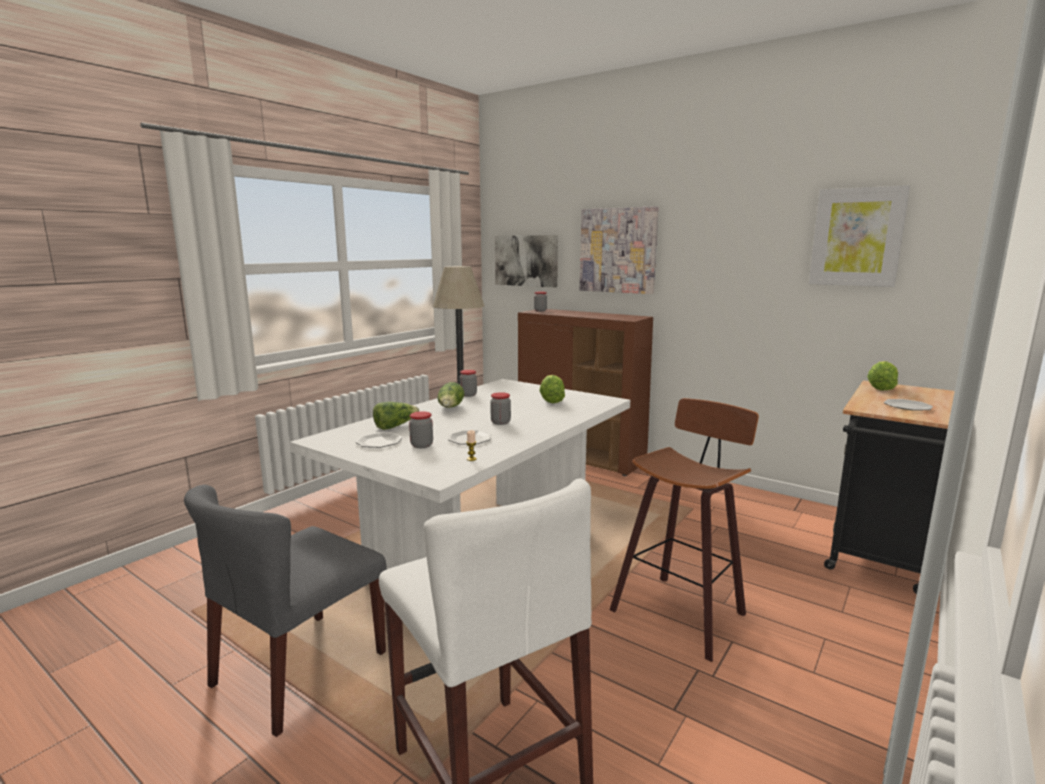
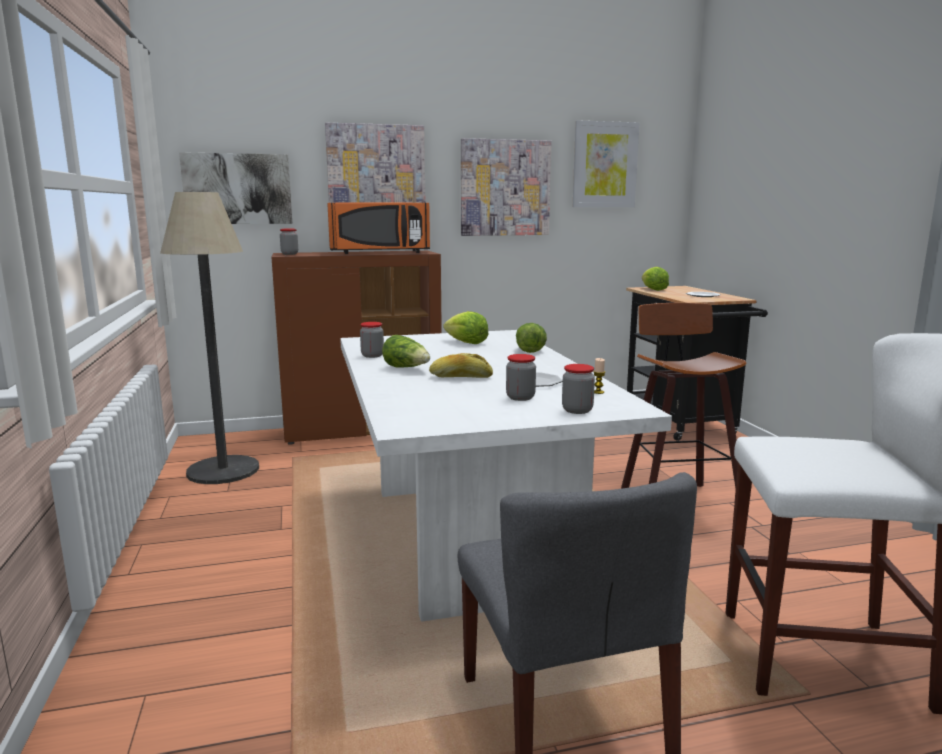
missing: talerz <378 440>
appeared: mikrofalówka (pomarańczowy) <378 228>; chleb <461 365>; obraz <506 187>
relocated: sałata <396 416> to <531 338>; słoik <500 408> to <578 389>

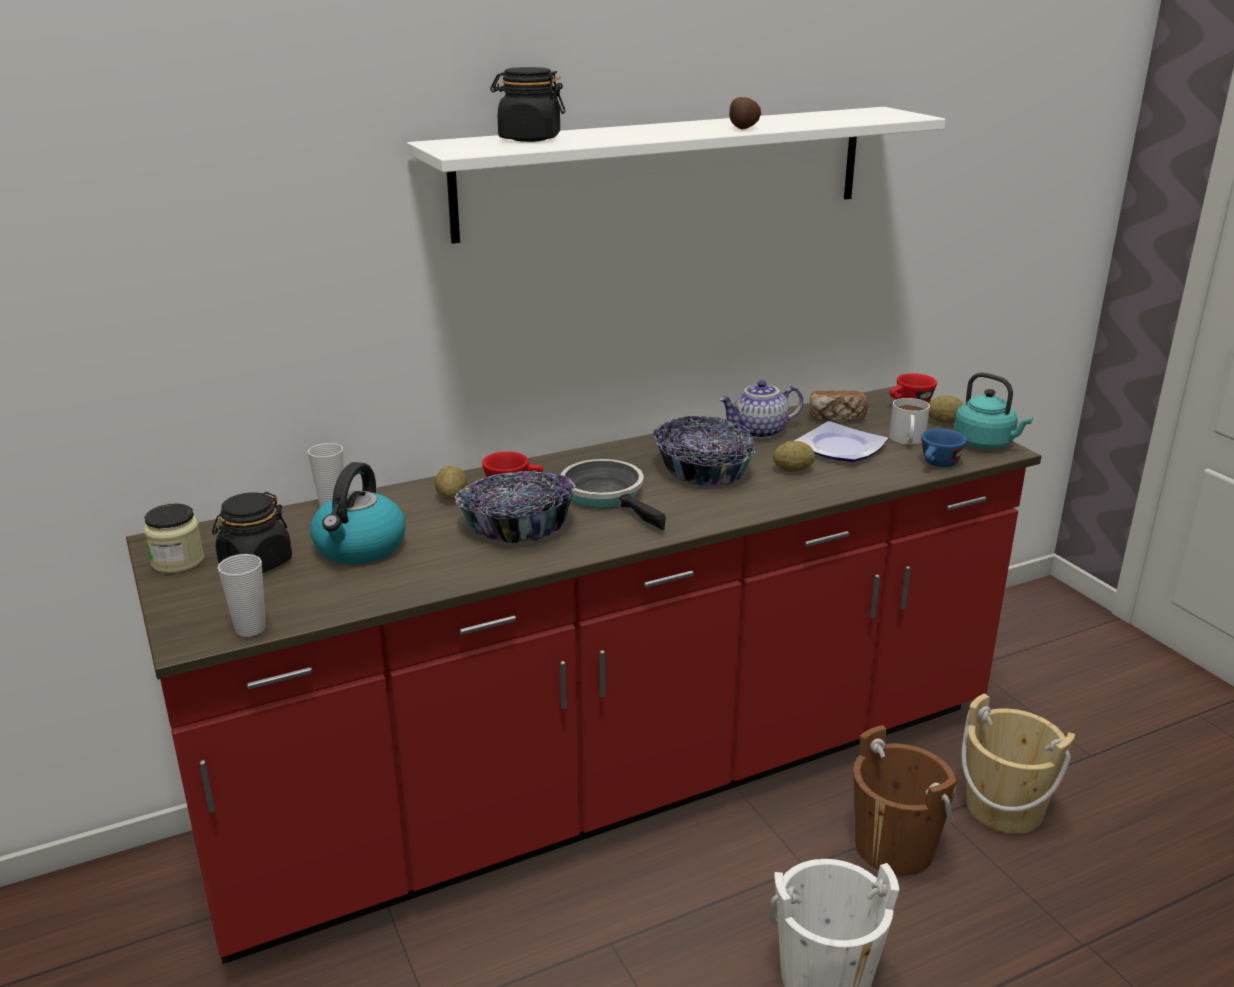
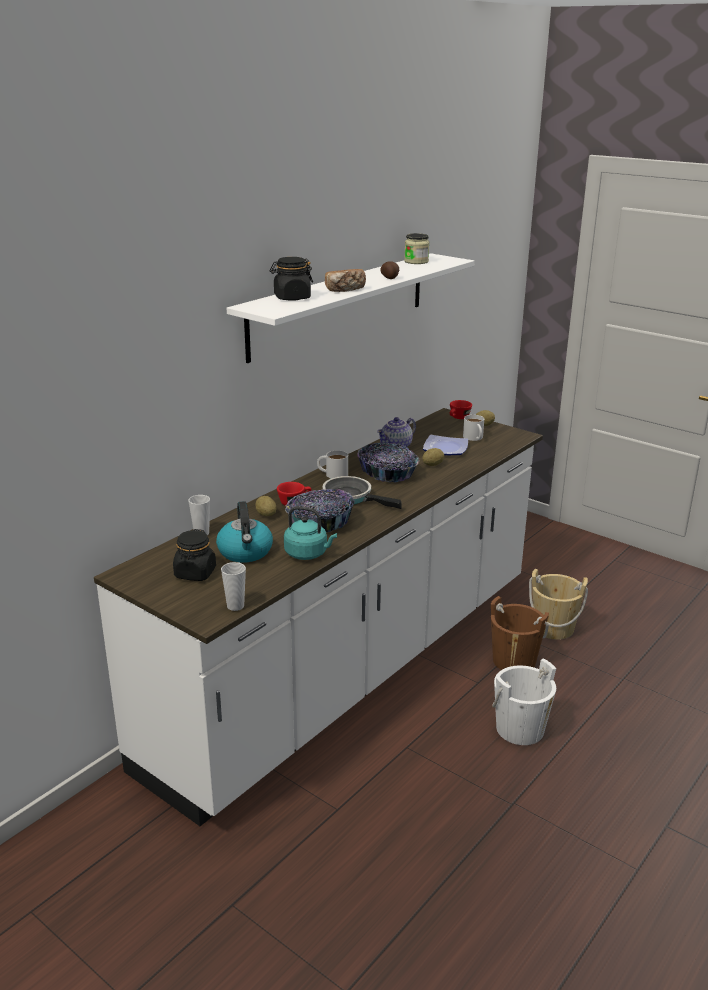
missing: filiżanka (niebieski) <944 448>
appeared: kubek (biały) <332 464>
relocated: słoik <174 538> to <416 248>; chleb <838 406> to <345 280>; czajnik (turkusowy) <993 410> to <310 533>
colour: zabudowa kuchenna (czerwony) <584 675> to zabudowa kuchenna (biały) <318 617>

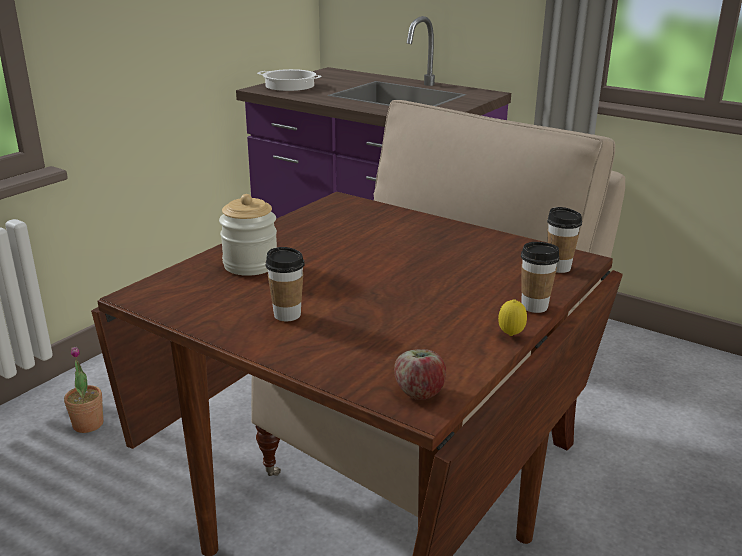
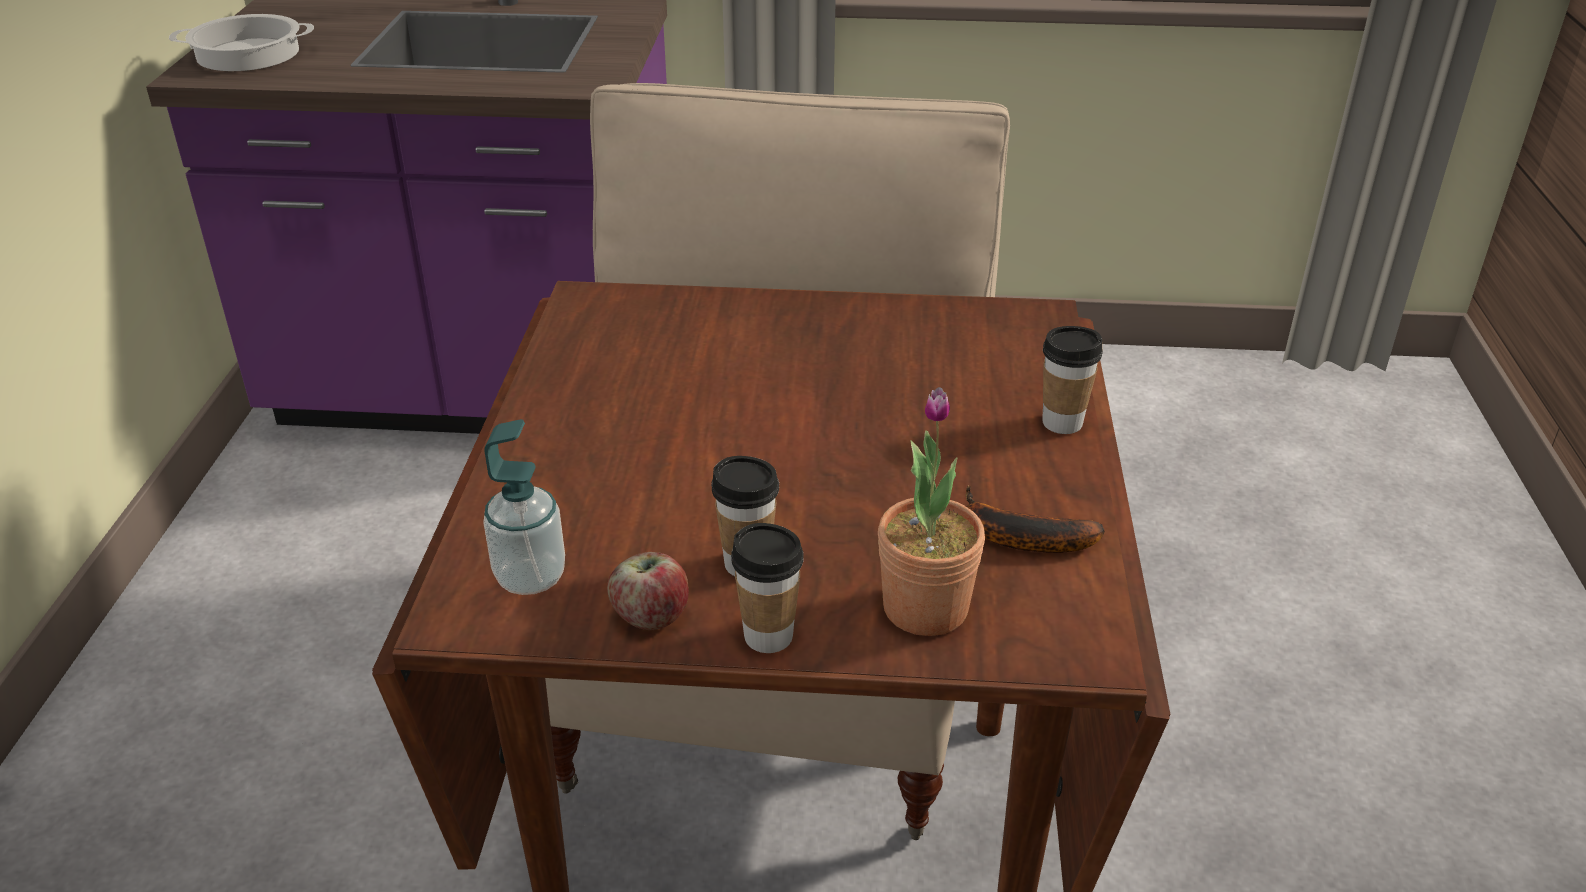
missing: słoik <248 235>; cytryna <512 317>
appeared: dozownik mydła <524 507>; banan <1035 519>
relocated: roślina doniczkowa <83 389> to <931 511>; jabłko <420 374> to <648 591>; filiżanka <564 240> to <767 588>

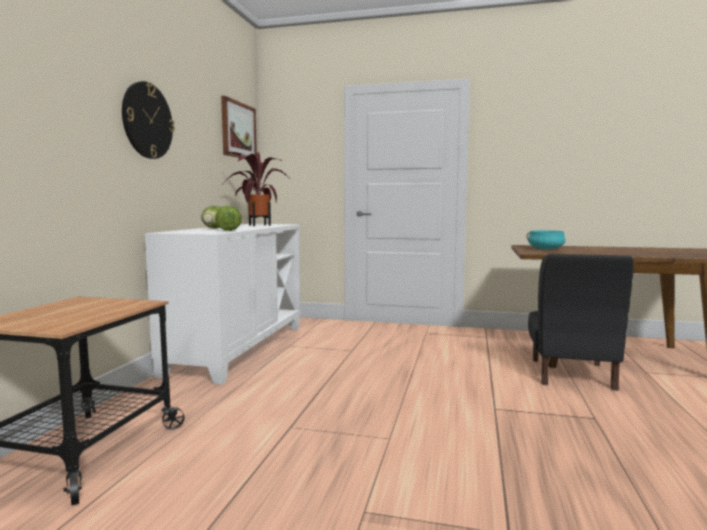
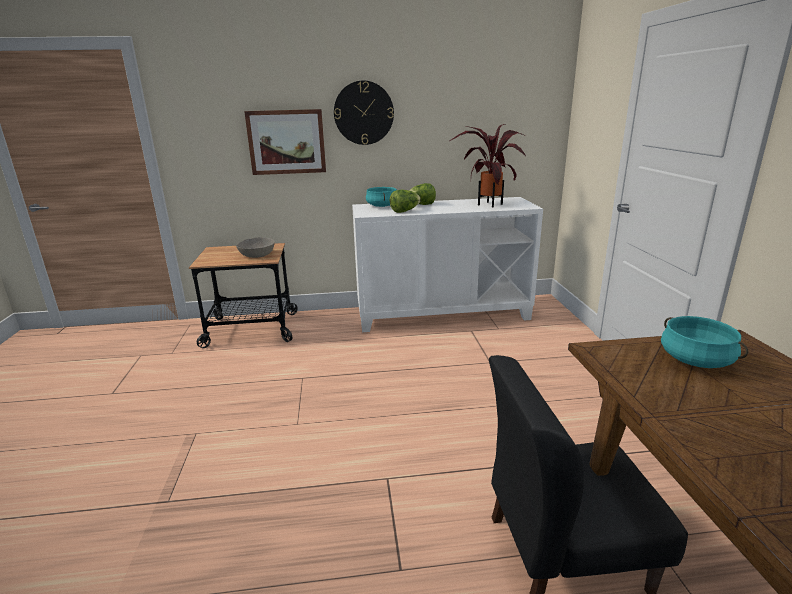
appeared: miska (szary) <255 247>; garnek (turkusowy) <381 197>
relocated: obraz <239 127> to <285 142>

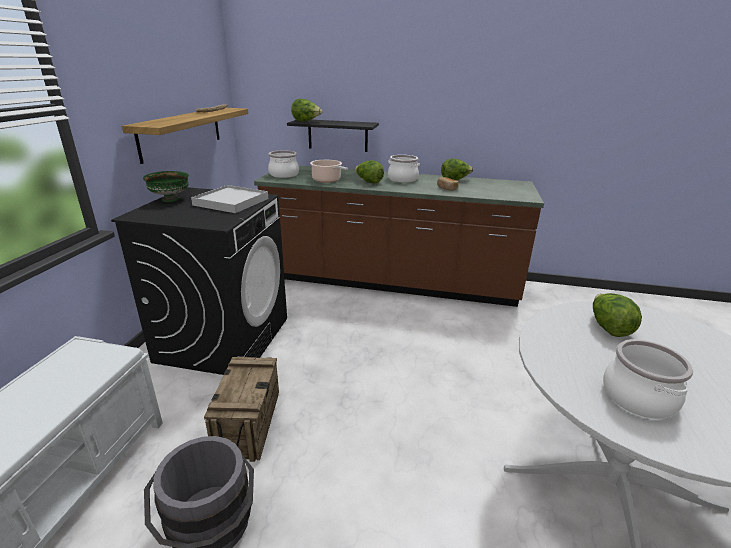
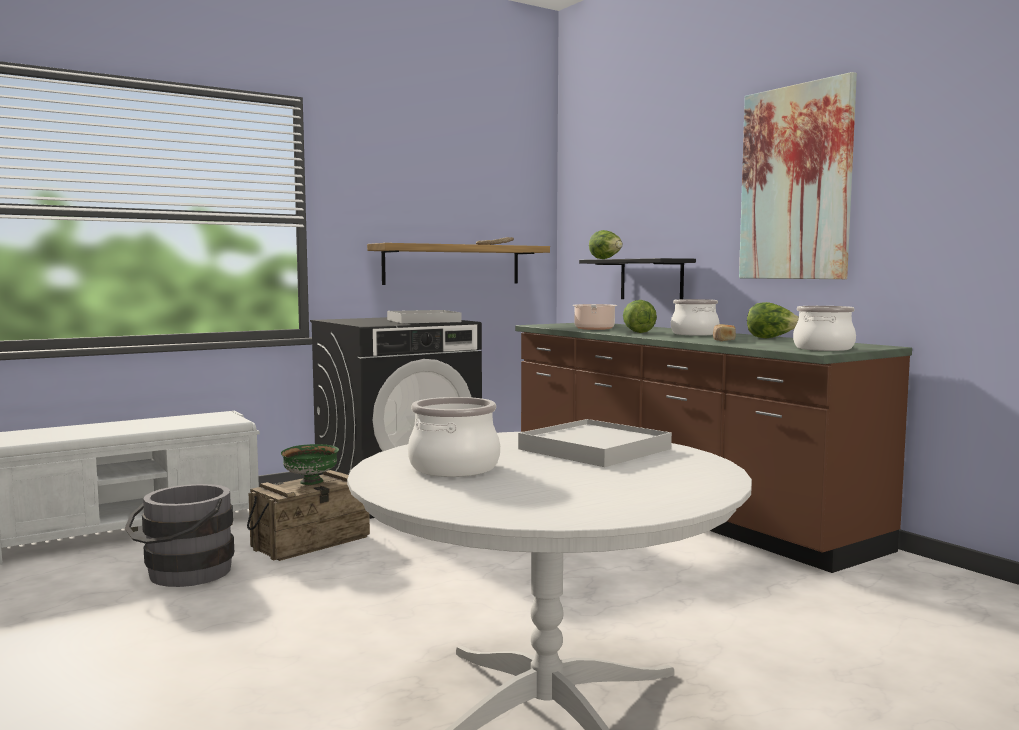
appeared: obraz <798 175>
relocated: miska (zielony) <166 186> to <310 464>; garnek <283 164> to <824 328>
exchanged: sałata <617 315> to taca (biały) <595 443>

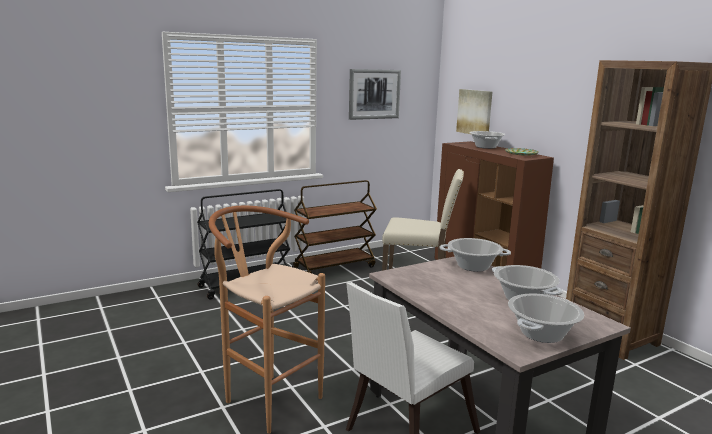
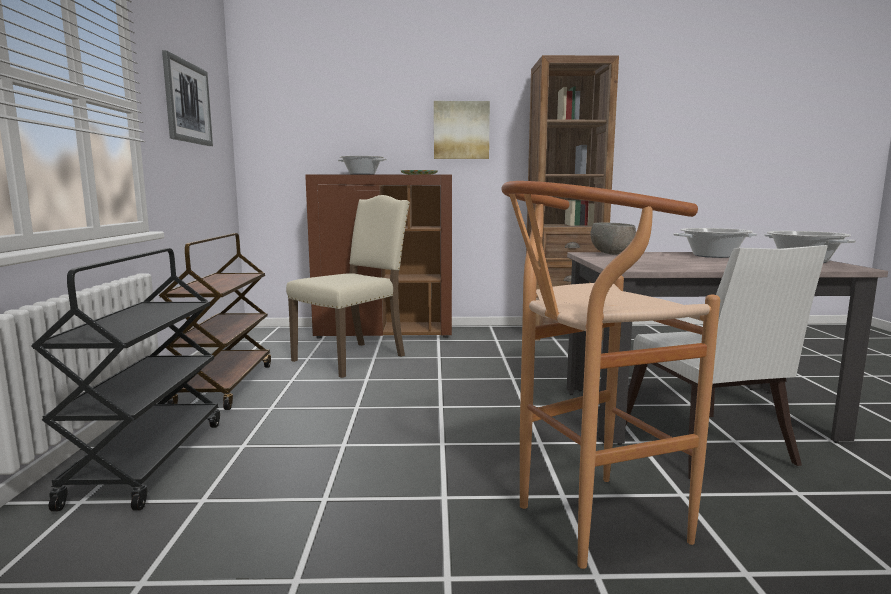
relocated: obraz <474 111> to <462 130>
exchanged: garnek <475 255> to miska (szary) <613 238>

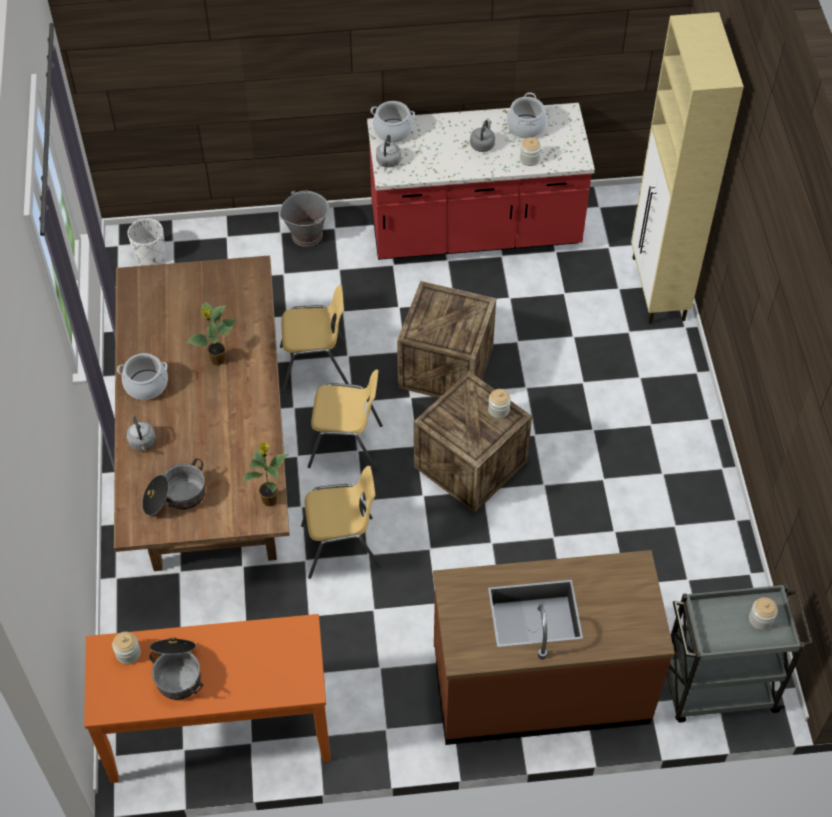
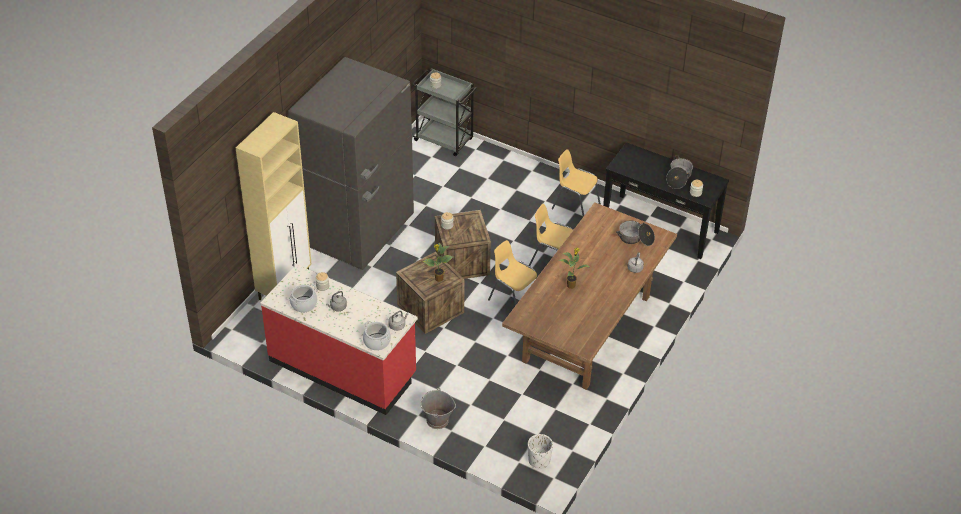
missing: garnek <142 376>; zabudowa kuchenna (brązowy) <554 647>
appeared: lodówka (szary) <351 163>
relocated: roślina doniczkowa <265 474> to <437 262>; krzesło (żółty) <314 338> to <576 183>
colour: stolik konsolowy (pomarańczowy) <207 698> to stolik konsolowy (czarny) <666 200>

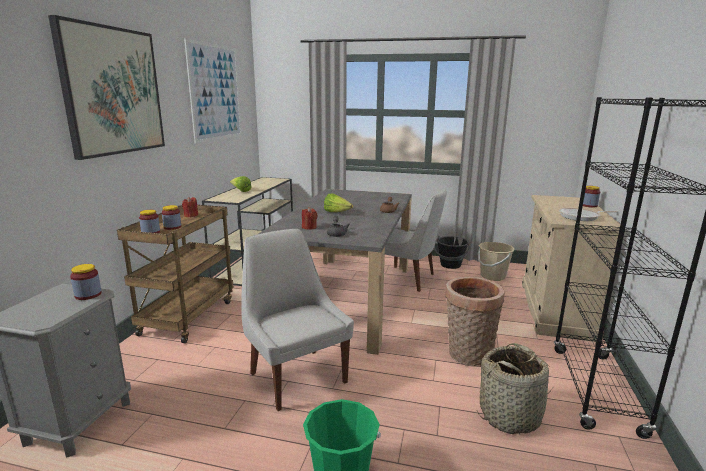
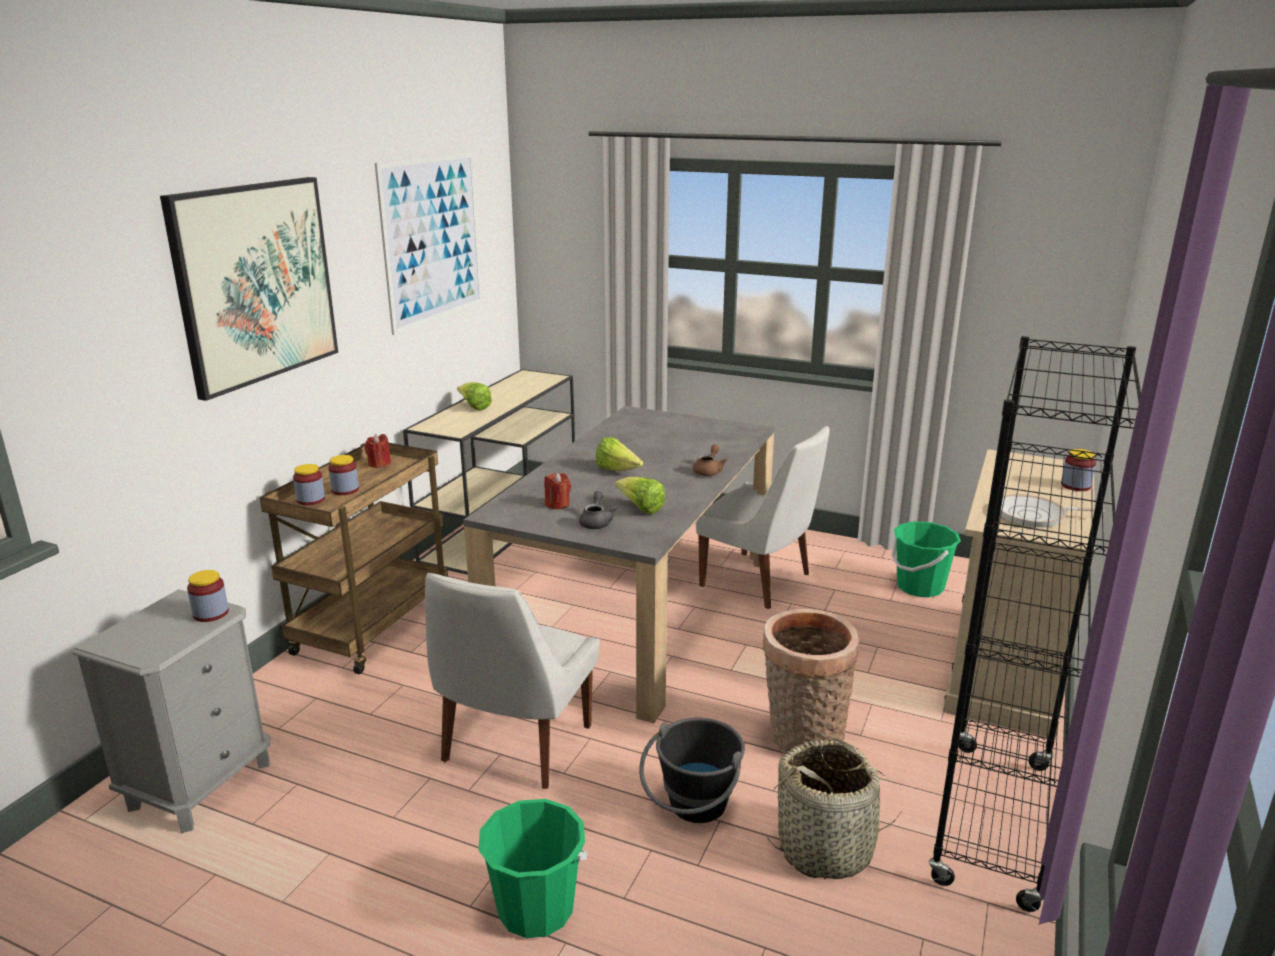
appeared: sałata <640 495>
relocated: wiadro (czarny) <452 252> to <692 770>
colour: wiadro (beżowy) <496 261> to wiadro (zielony) <926 559>
spun: krzesło (biały) <297 320> = <512 681> 135 degrees counterclockwise

